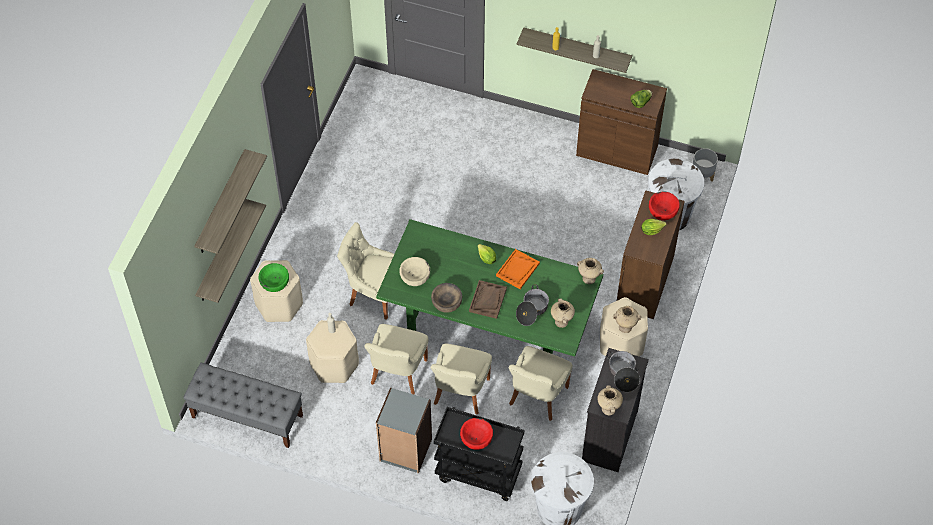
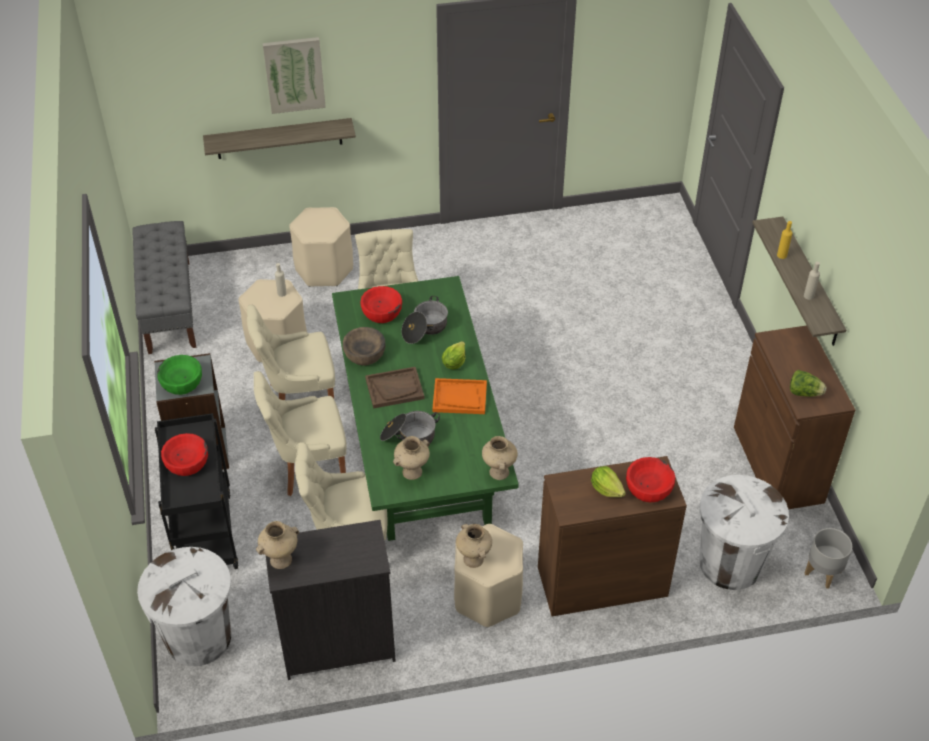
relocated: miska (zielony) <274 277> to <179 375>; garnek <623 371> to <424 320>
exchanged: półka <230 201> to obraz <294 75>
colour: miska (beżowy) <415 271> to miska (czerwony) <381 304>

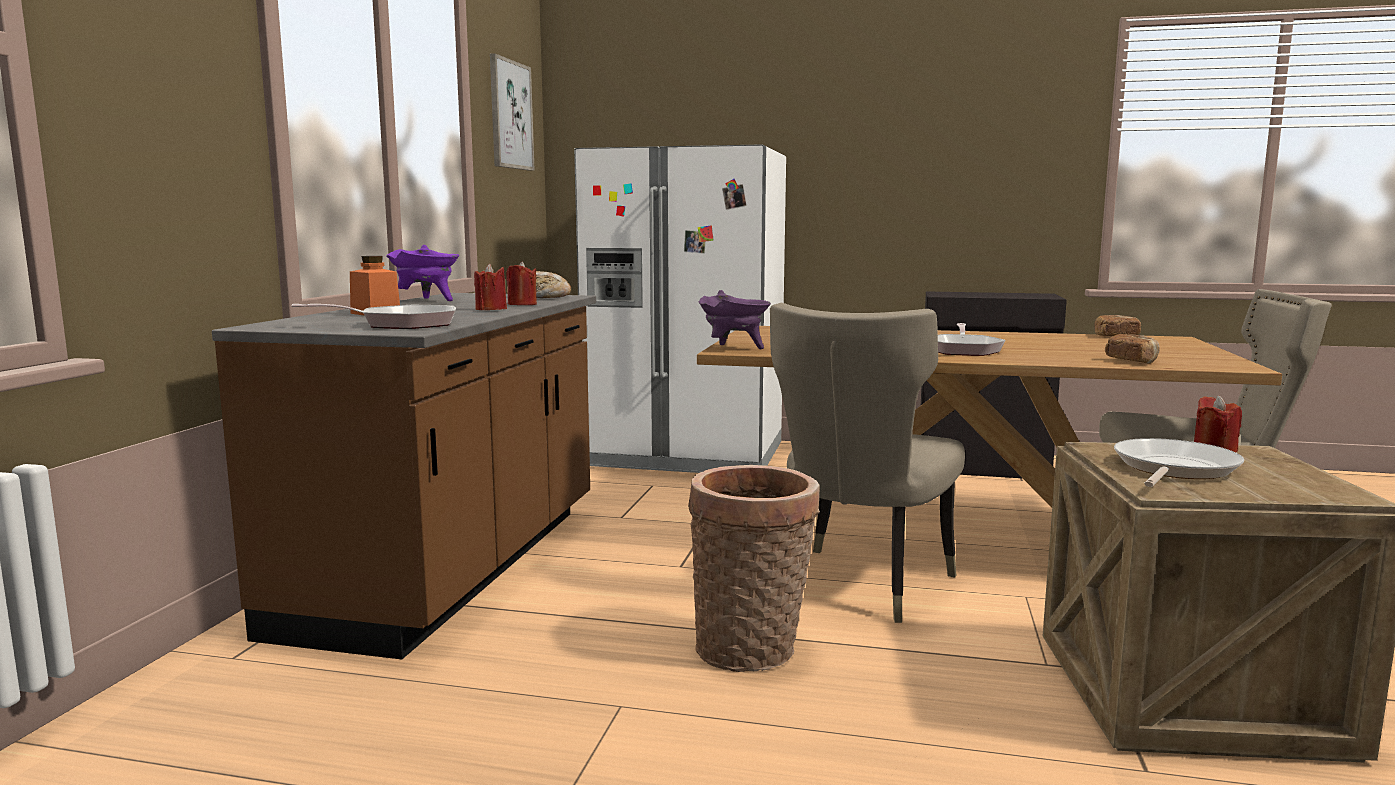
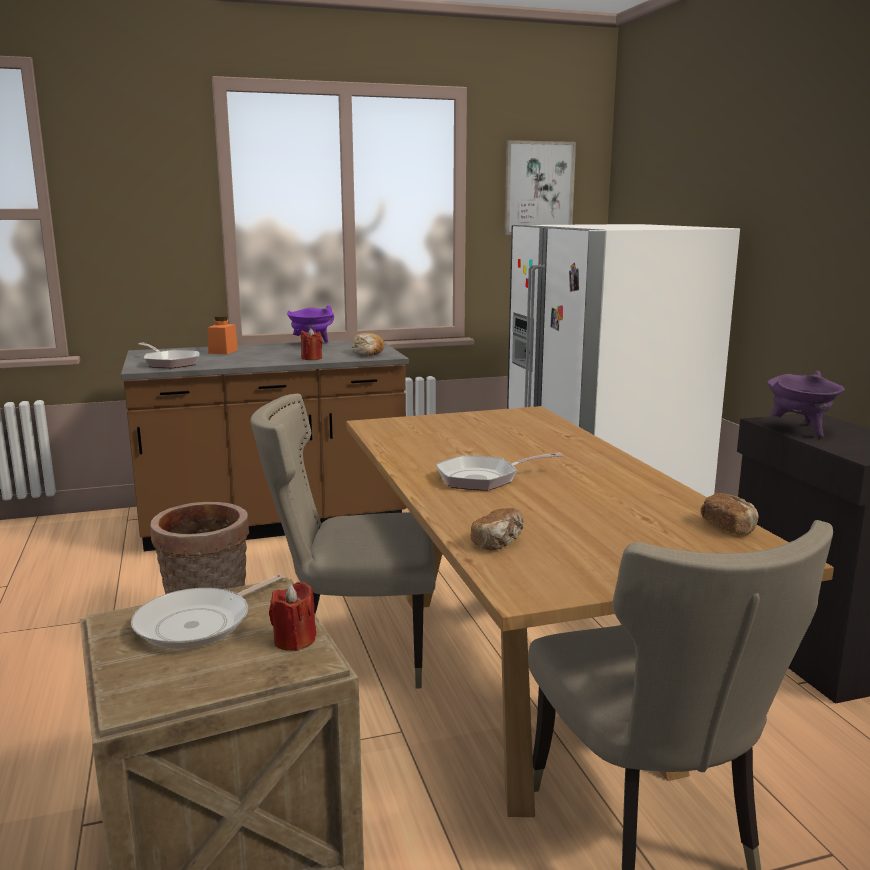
missing: świeca (czerwony) <490 287>
relocated: garnek (fioletowy) <734 319> to <806 404>
spun: patelnia <1179 462> = <207 611> 120 degrees clockwise

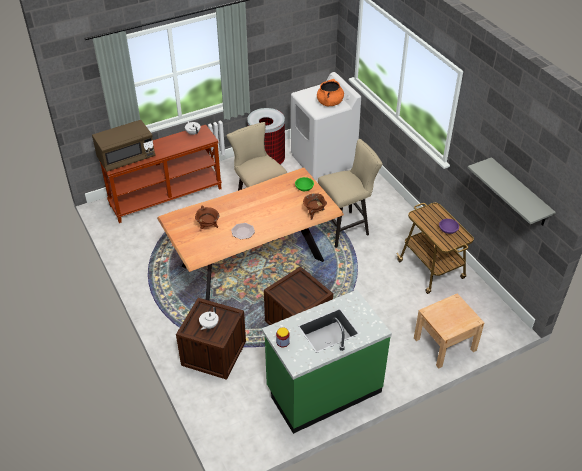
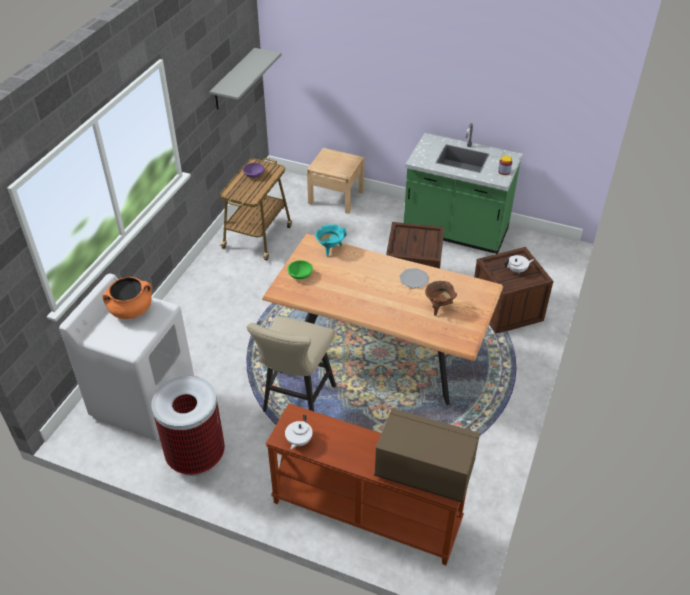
missing: stołek (beżowy) <350 193>
colour: garnek (brązowy) <315 206> to garnek (turkusowy) <331 240>

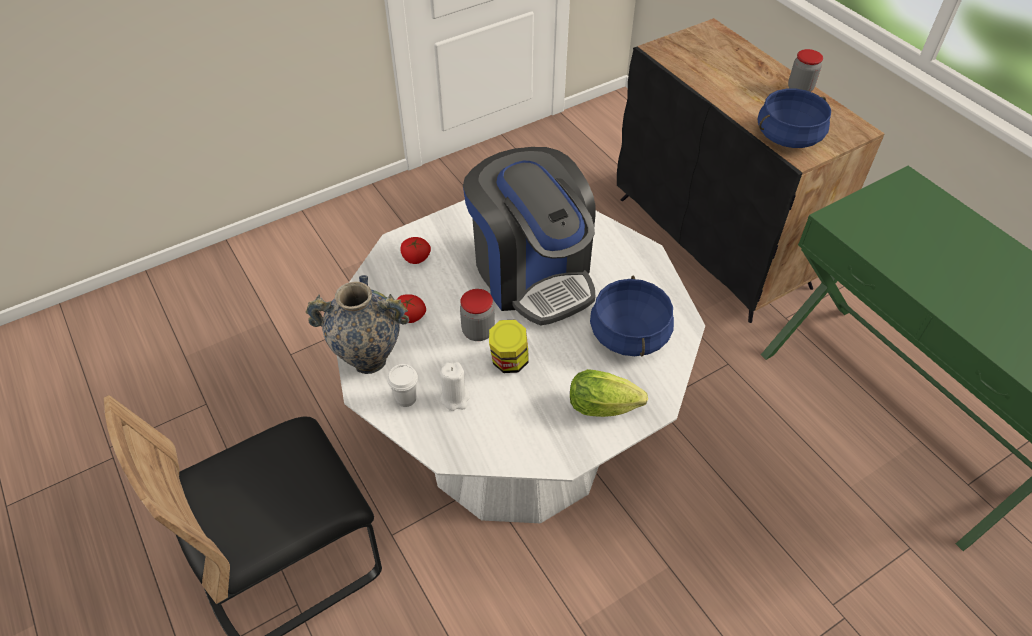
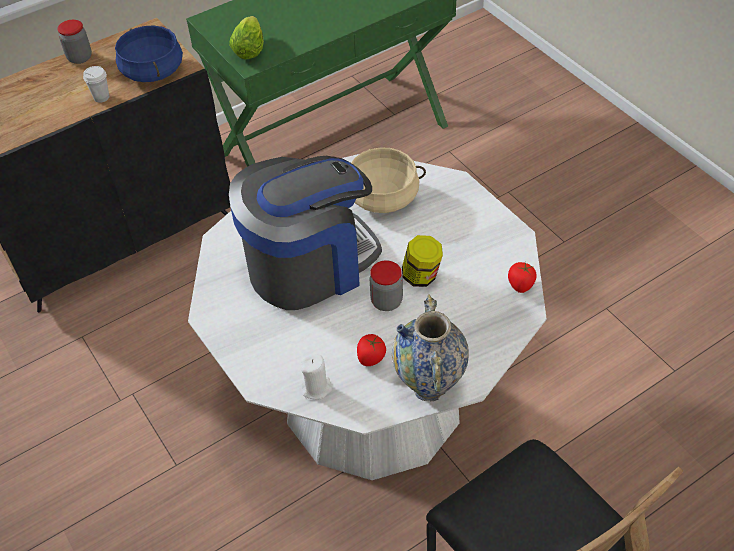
relocated: filiżanka (biały) <402 385> to <96 84>; pomidor <415 250> to <522 277>; świeca (biały) <455 386> to <316 377>; sałata <609 393> to <246 37>
colour: garnek (niebieski) <632 315> to garnek (beżowy) <388 180>

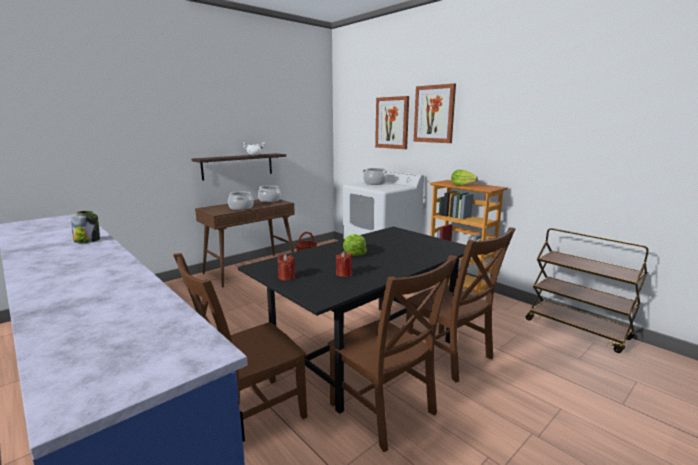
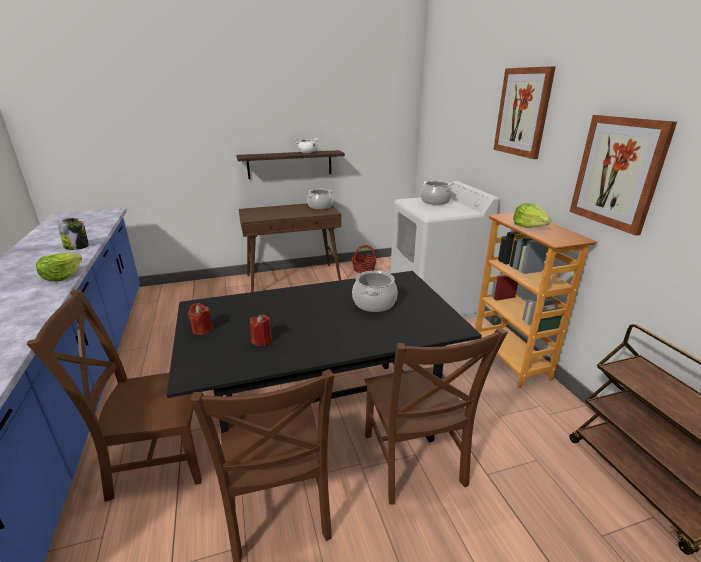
relocated: garnek <241 200> to <375 291>; sałata <355 245> to <59 267>; obraz <392 122> to <623 175>

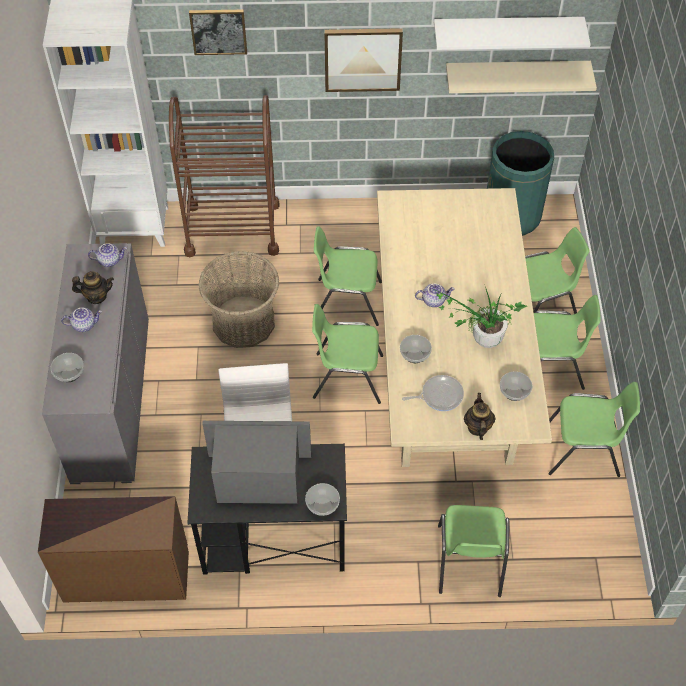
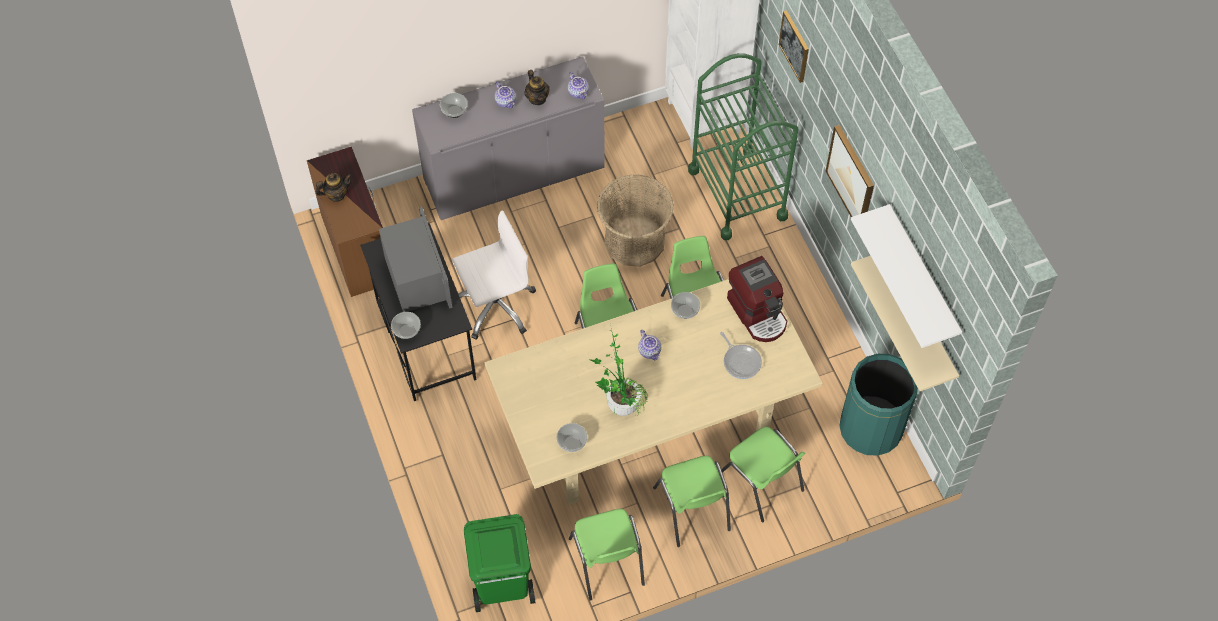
missing: krzesło (zielony) <474 551>
appeared: kosz na śmieci (zielony) <499 563>; ekspres do kawy <757 299>
relocated: miska <416 349> to <685 305>; patelnia <433 393> to <741 355>; imbryk <480 416> to <334 187>
colour: wózek (brązowy) <224 176> to wózek (zielony) <743 146>

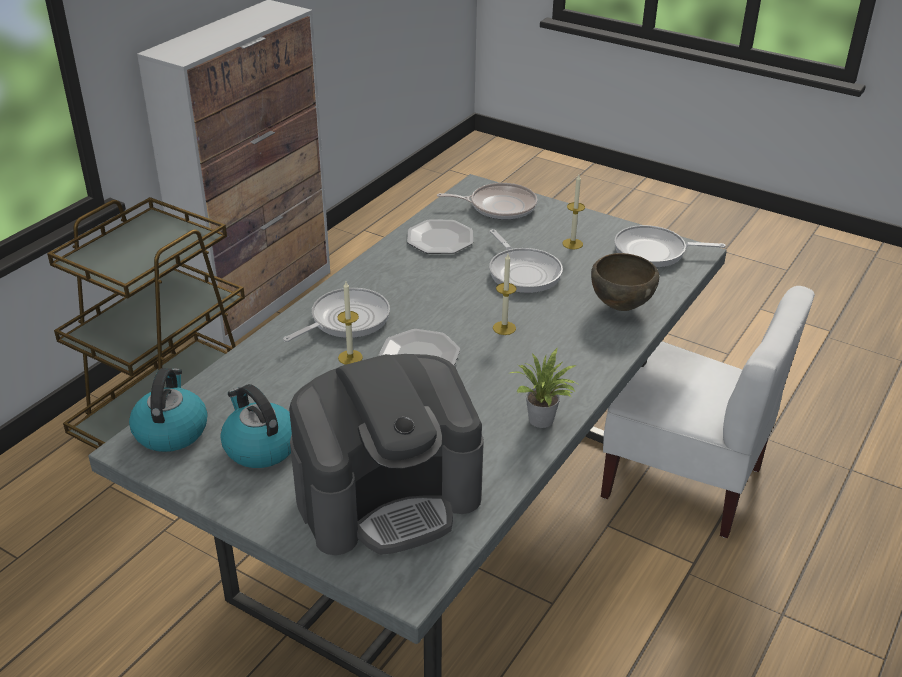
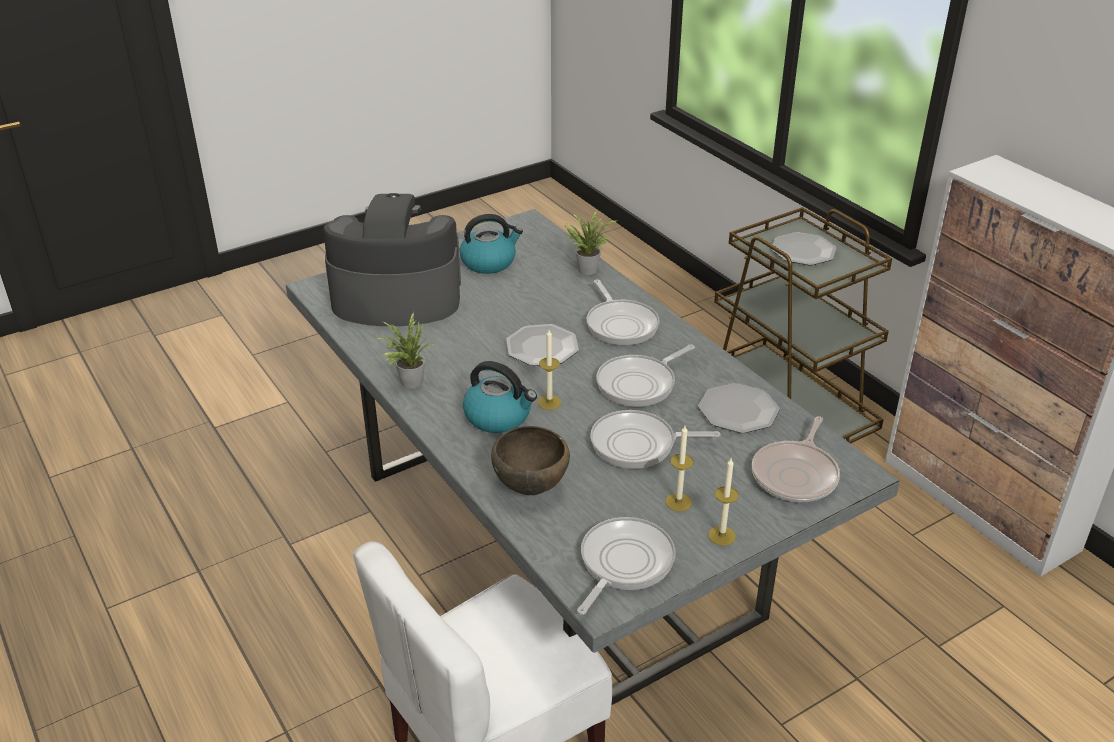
appeared: roślina doniczkowa <591 243>; patelnia <645 375>; talerz <803 248>
relocated: czajnik <168 410> to <500 397>; świeca <350 323> to <723 502>
spun: ekspres do kawy <386 454> = <392 259> 90 degrees clockwise

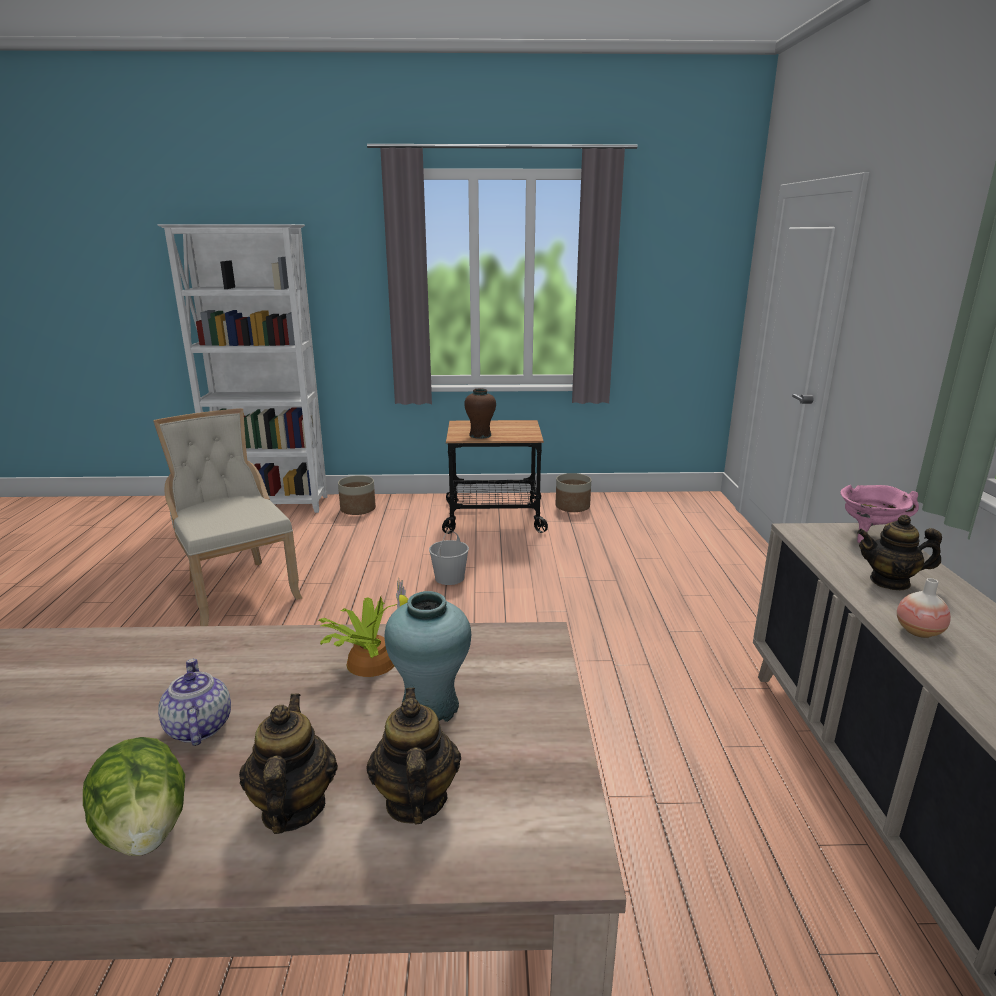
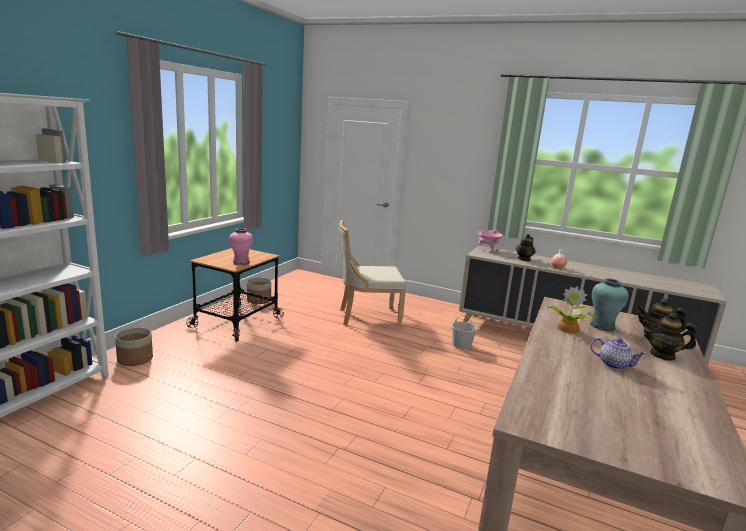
missing: sałata <134 796>
relocated: krzesło (beżowy) <227 517> to <372 274>; wiadro (biały) <449 557> to <464 332>
colour: wazon (brązowy) <480 414> to wazon (różowy) <241 246>
spun: imbryk <194 702> = <618 354> 150 degrees counterclockwise

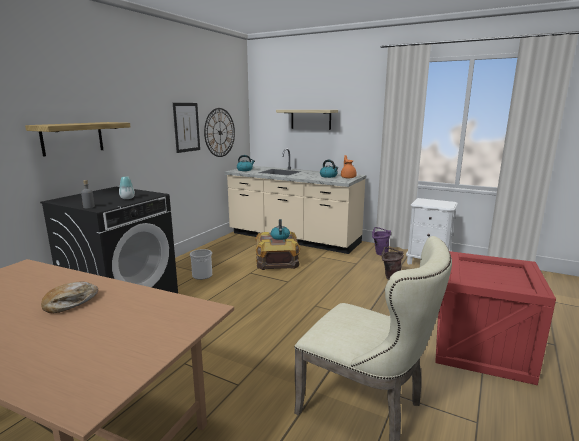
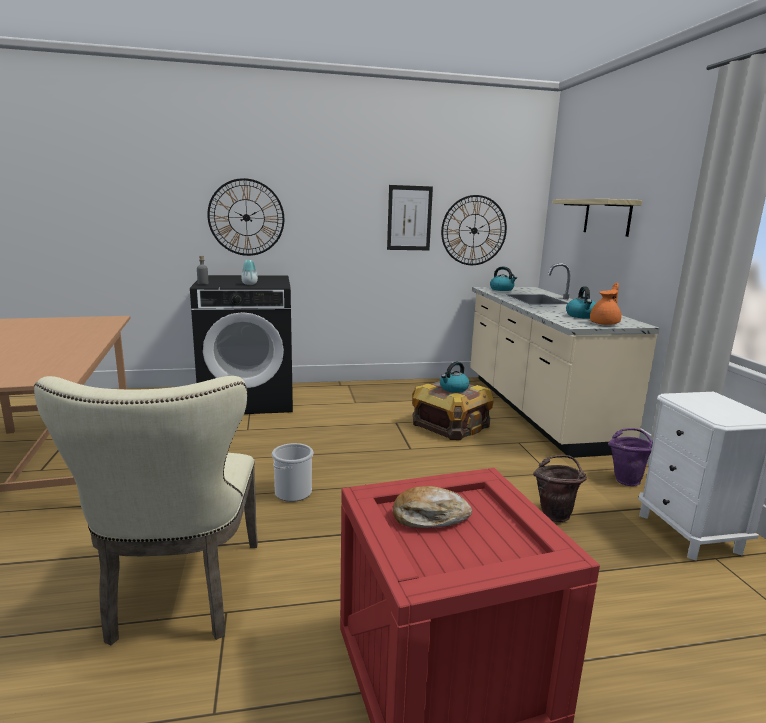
relocated: chleb <69 297> to <432 507>; wiadro <201 264> to <292 472>
exchanged: półka <78 139> to zegar ścienny <245 217>

